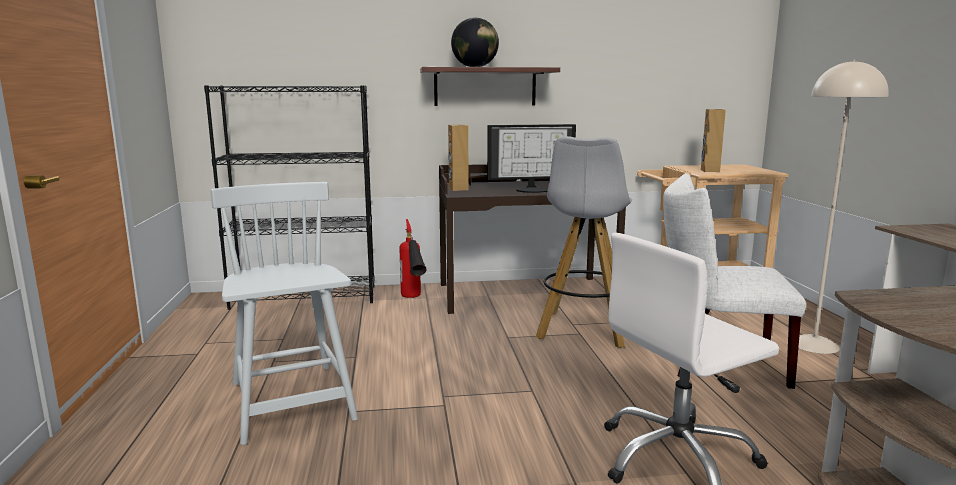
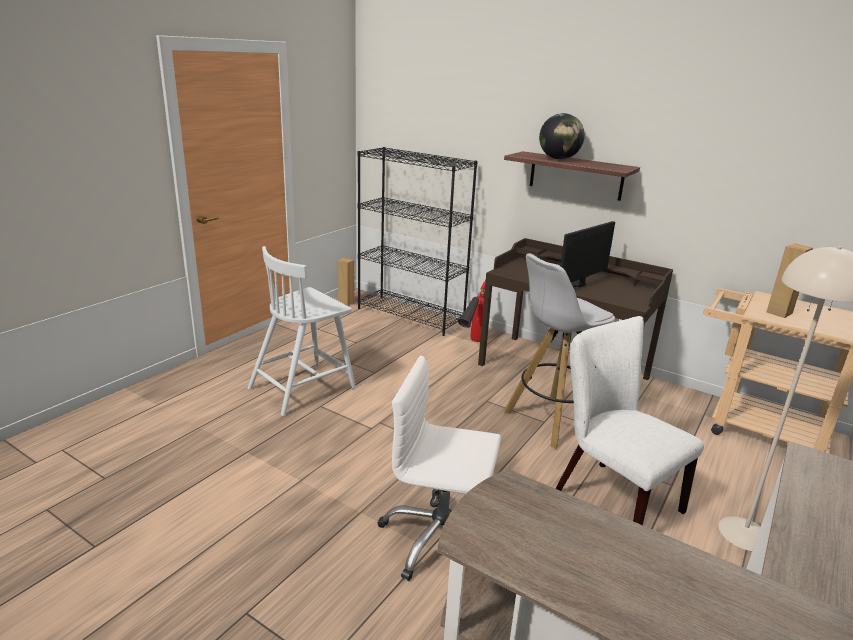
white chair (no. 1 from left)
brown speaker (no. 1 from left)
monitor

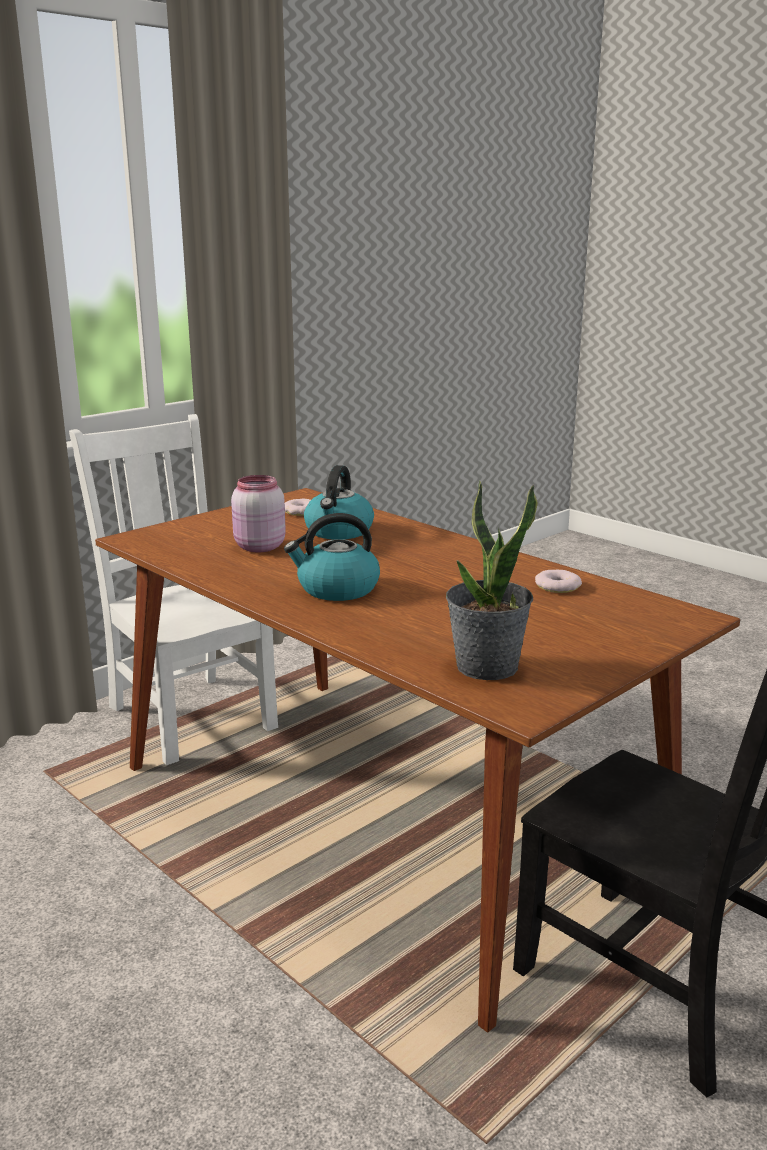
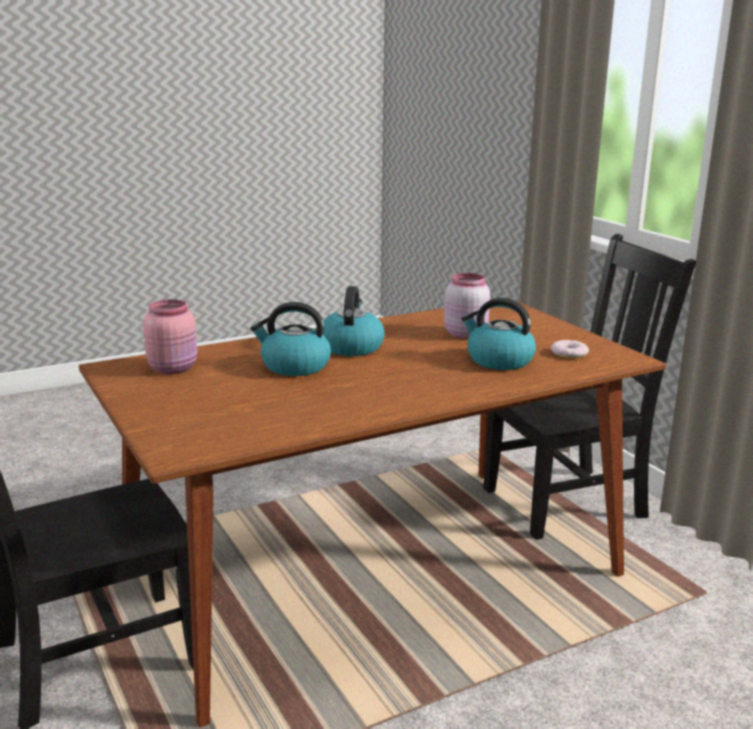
black chair (no. 2 from left)
pink jar (no. 1 from left)
donut (no. 2 from left in the first image)
kettle (no. 1 from left)

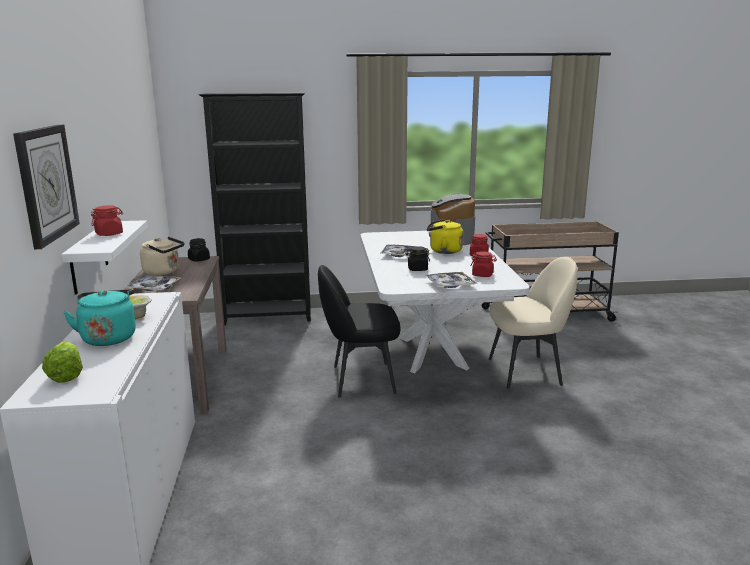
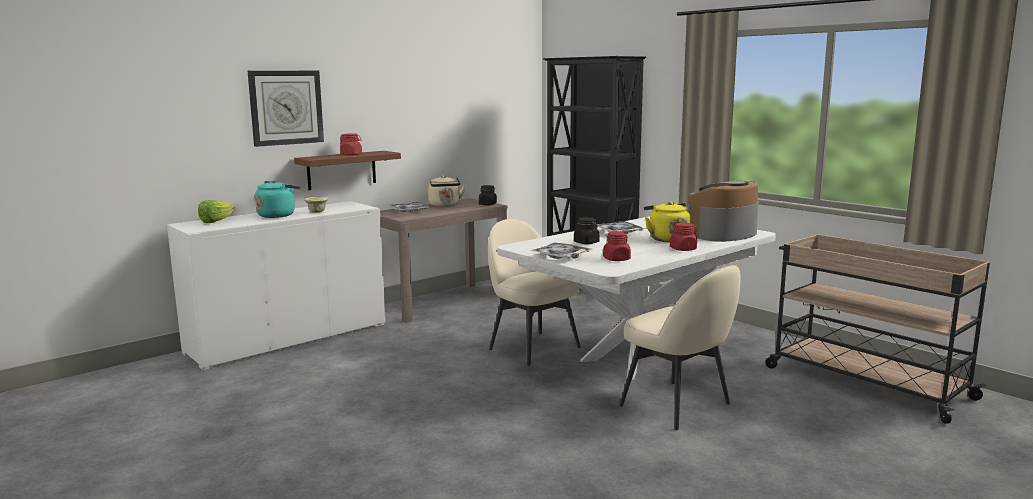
brown shelf
beige chair (no. 1 from left)

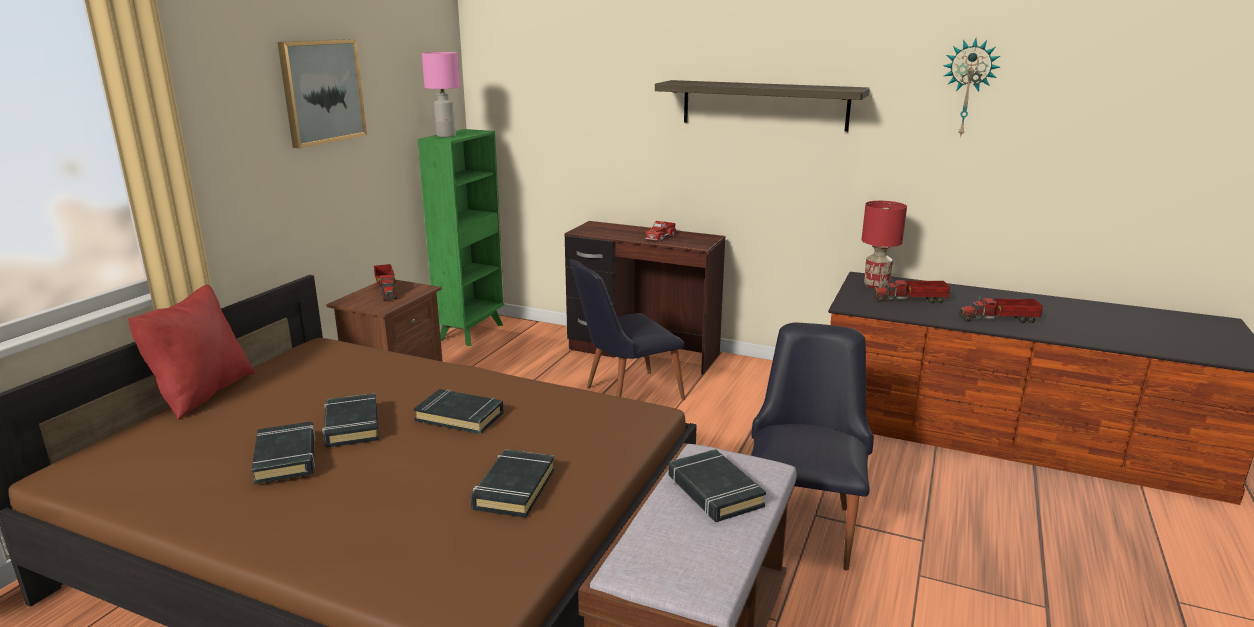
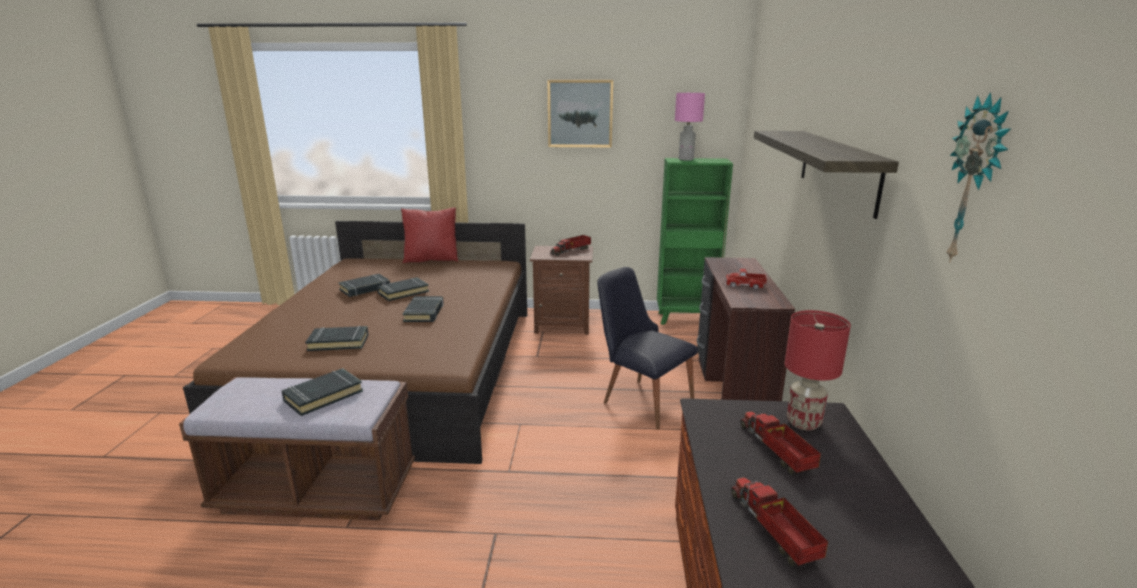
black chair (no. 2 from left in the first image)

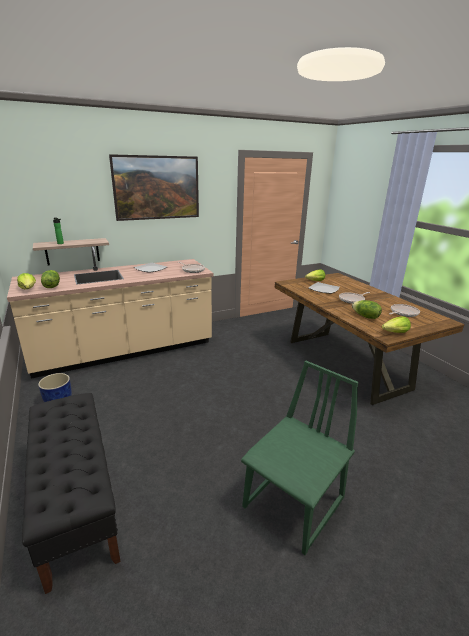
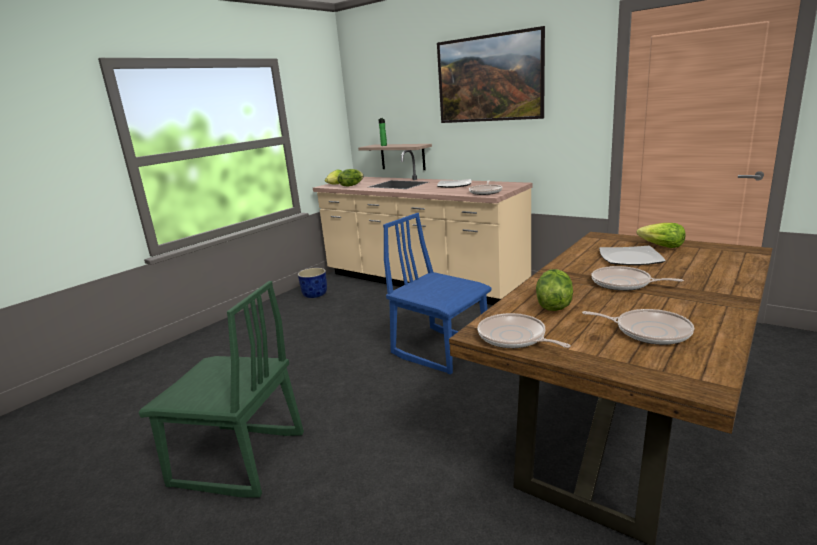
black bench
frying pan (no. 2 from left)
blue chair

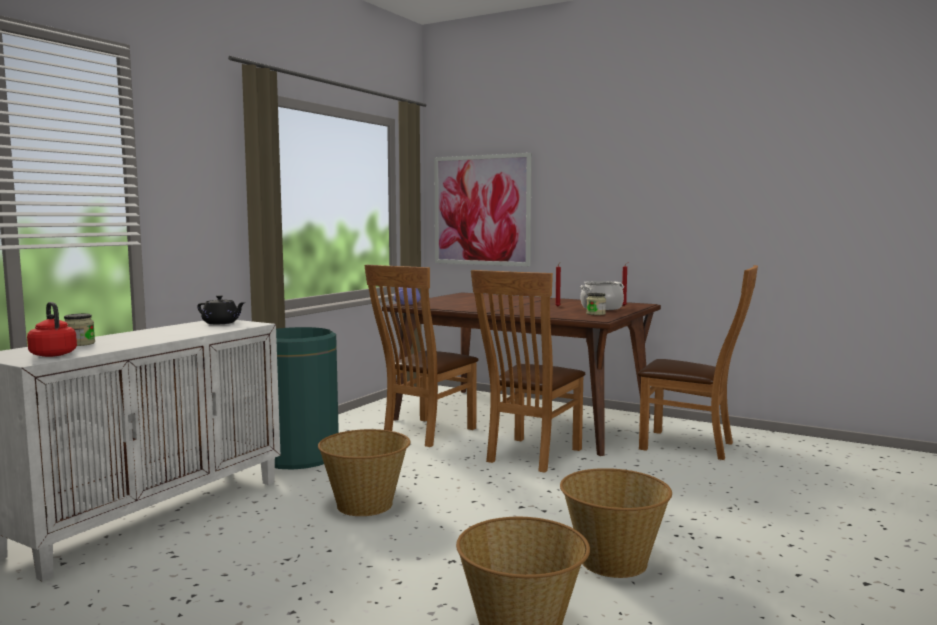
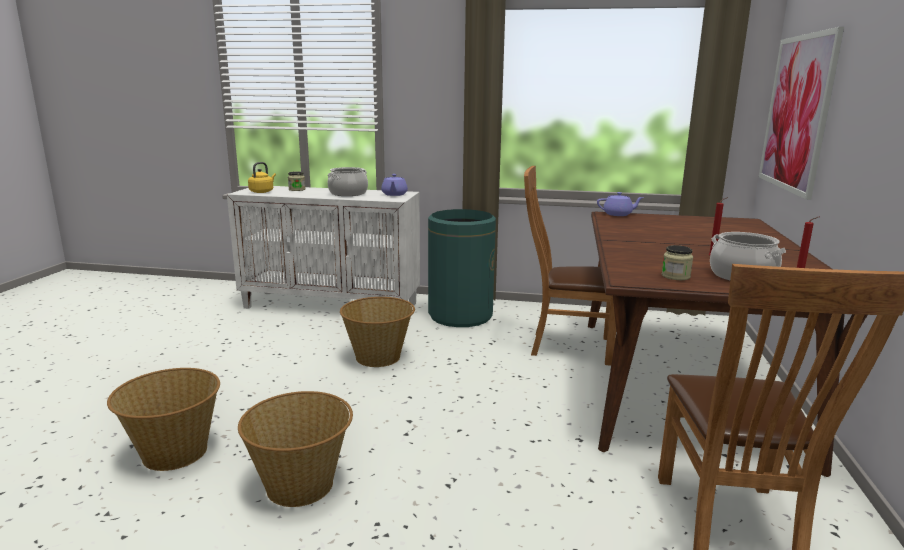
yellow kettle
purple teapot (no. 1 from left)
brown chair (no. 2 from left in the first image)
cooking pot (no. 1 from left)

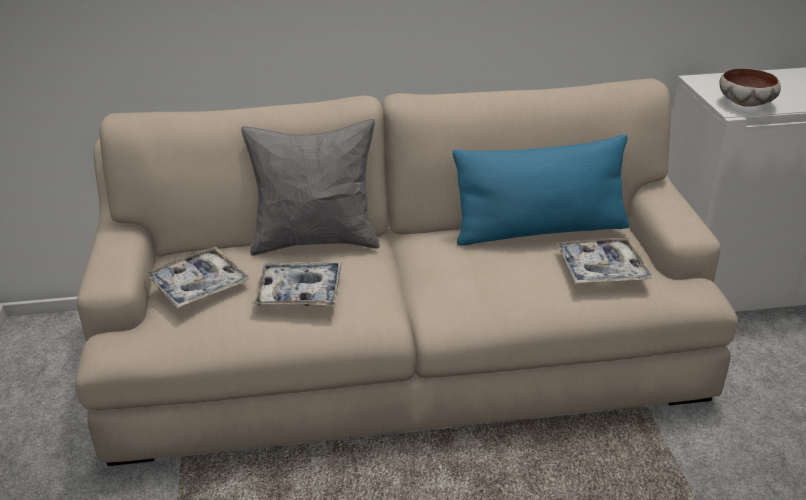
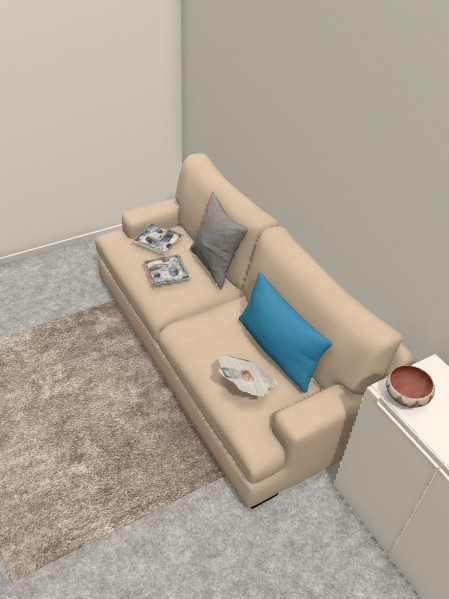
newspaper

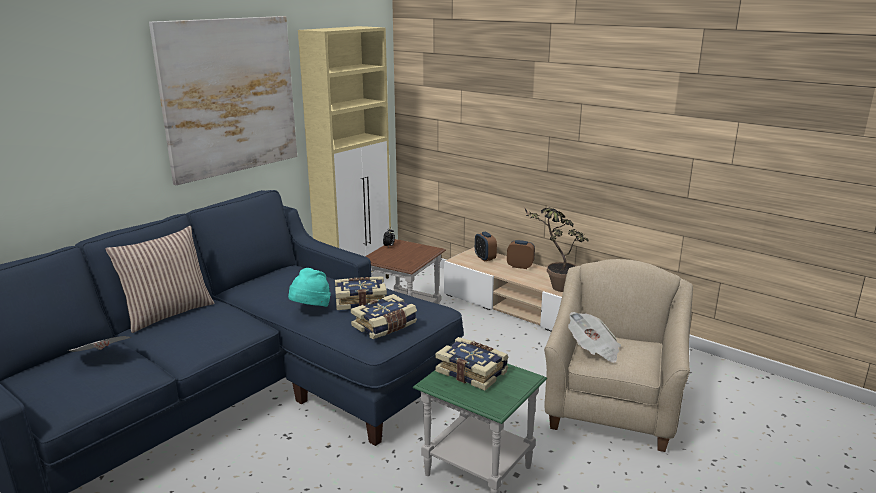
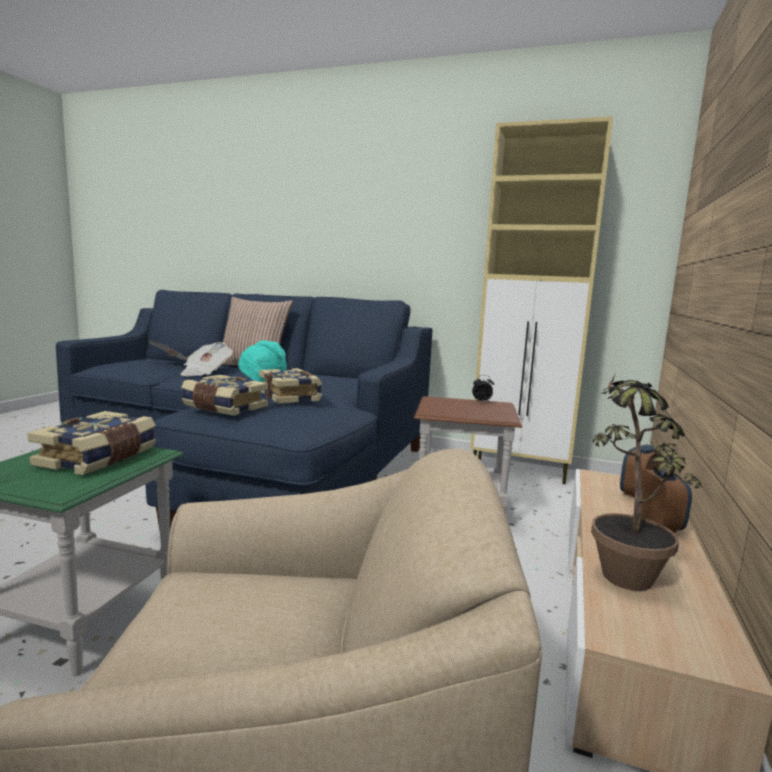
picture
newspaper (no. 2 from left)

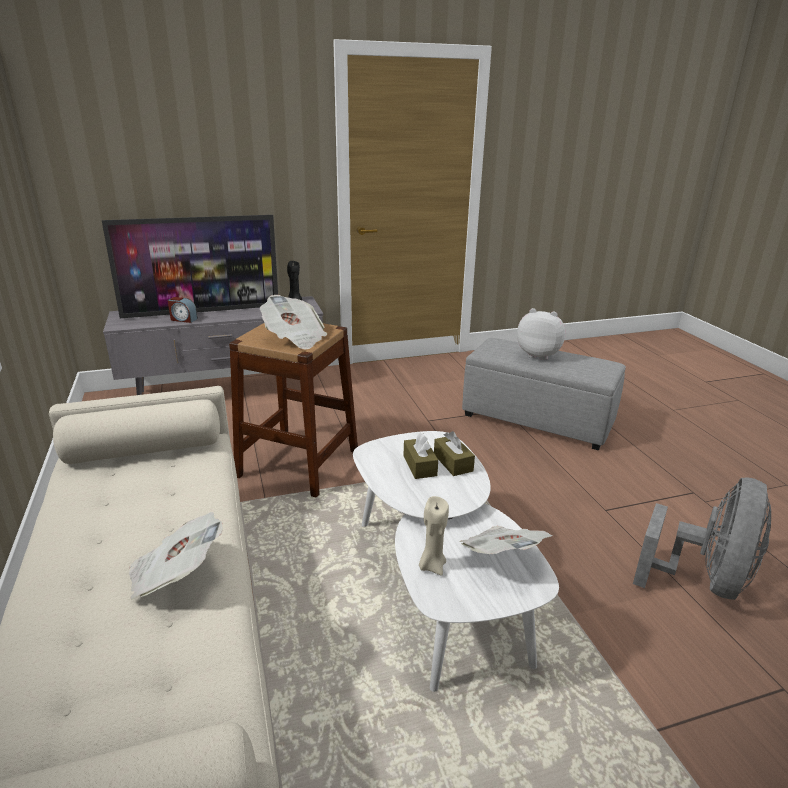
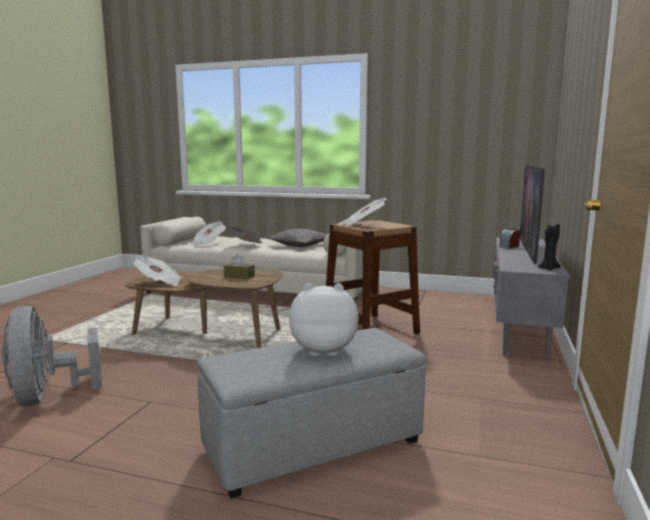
brown coffee table
beige candle
brown tissue box (no. 2 from left in the first image)
plush toy
newspaper (no. 2 from left)
pillow

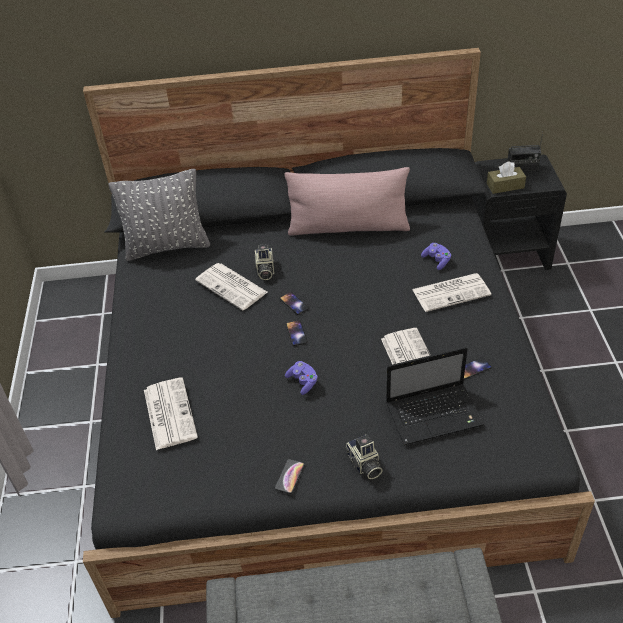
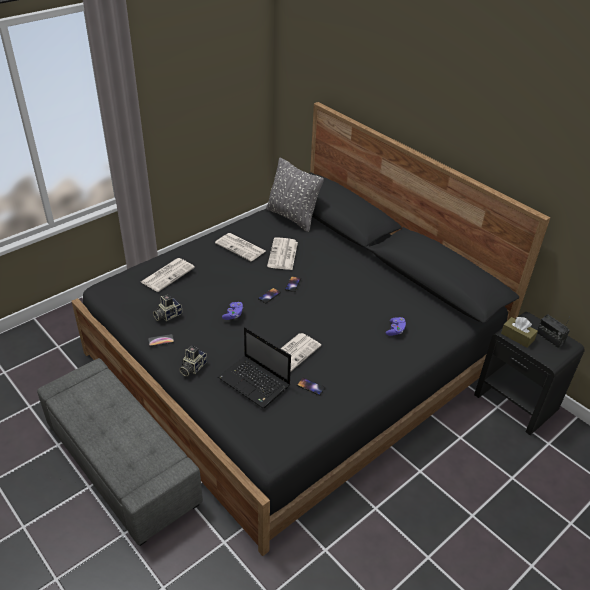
photo camera (no. 1 from left)
pink pillow
newspaper (no. 2 from left)

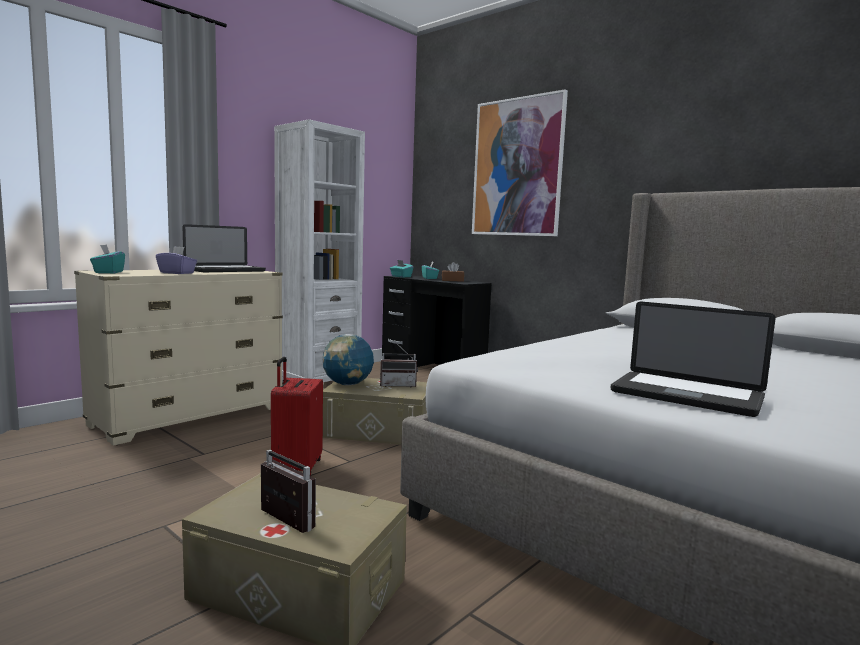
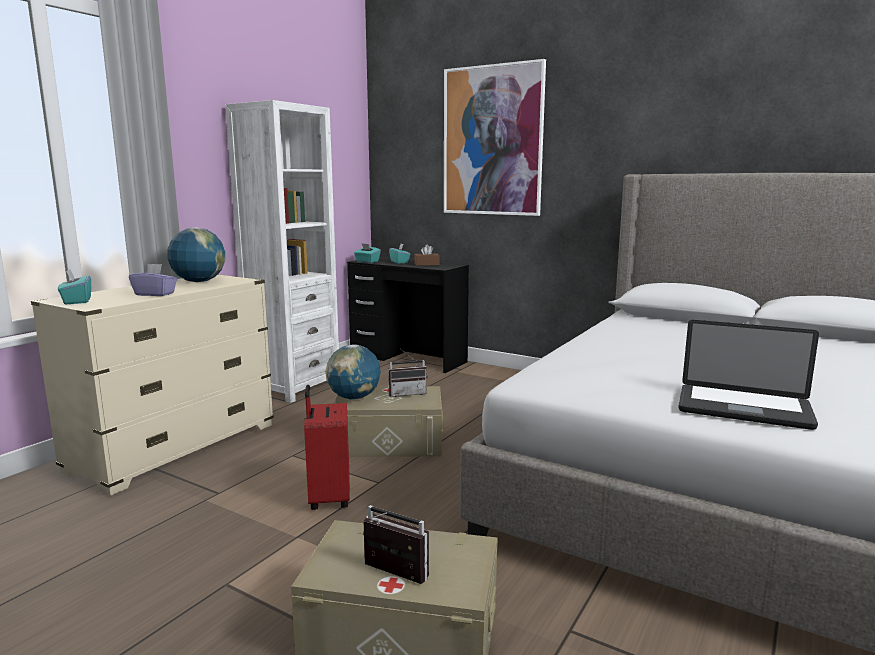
globe (no. 1 from left)

